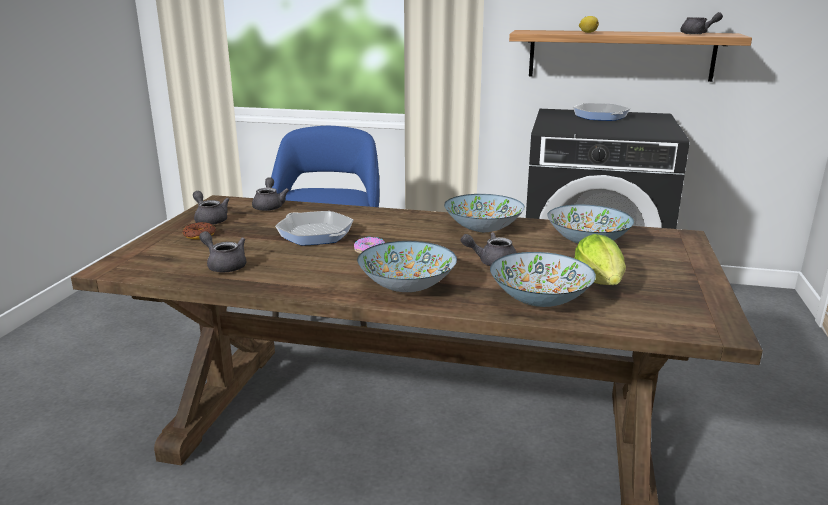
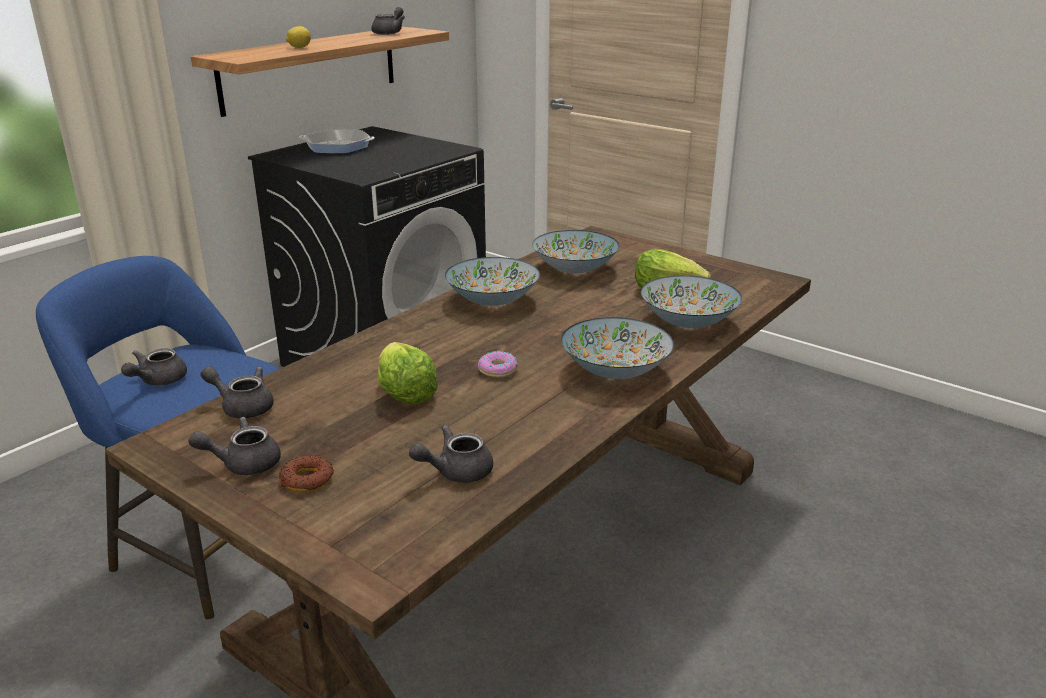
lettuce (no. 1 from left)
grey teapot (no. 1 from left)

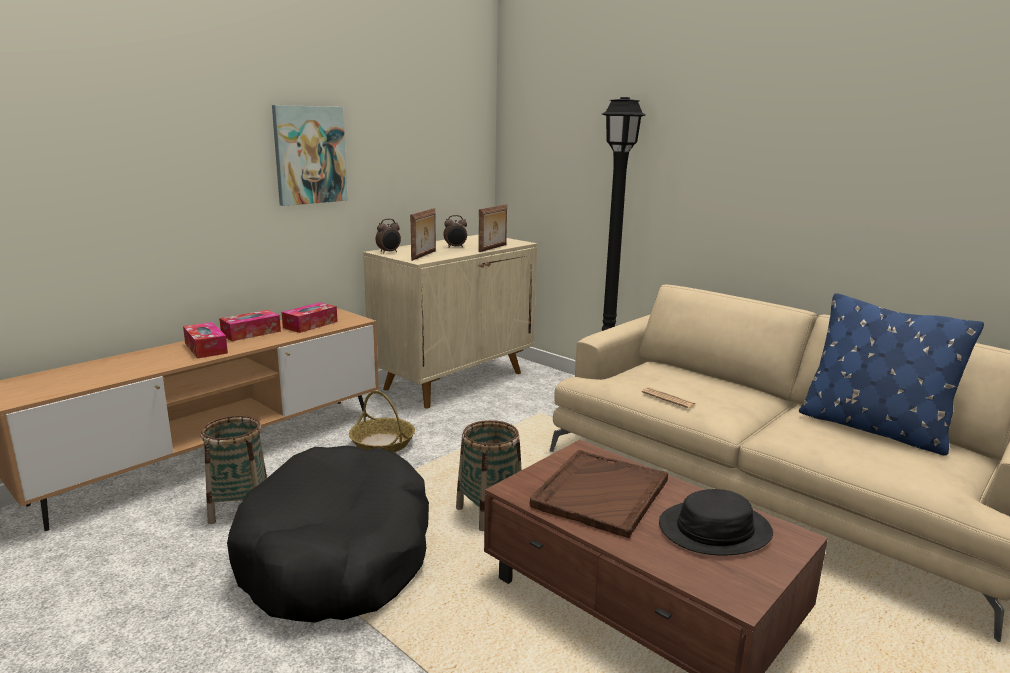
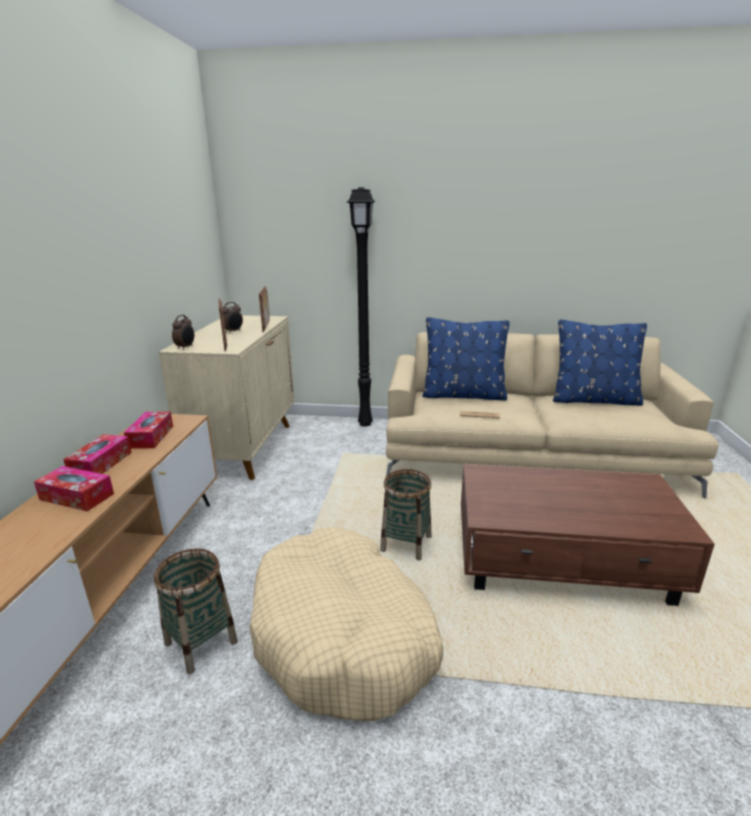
beige dog bed
picture
basket (no. 2 from left in the first image)
brown tray
black hat
blue pillow (no. 1 from left)

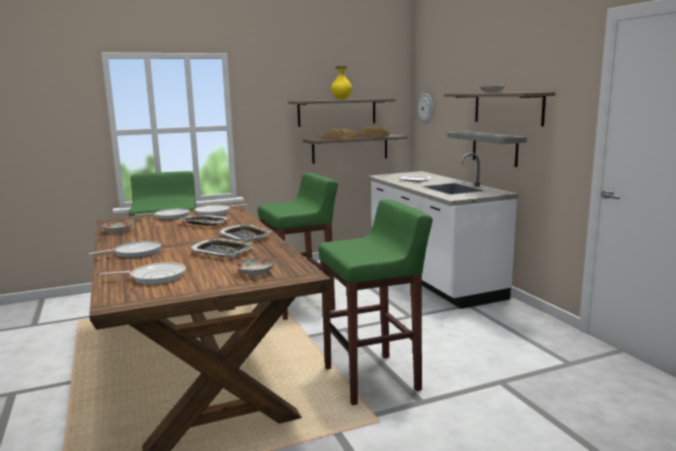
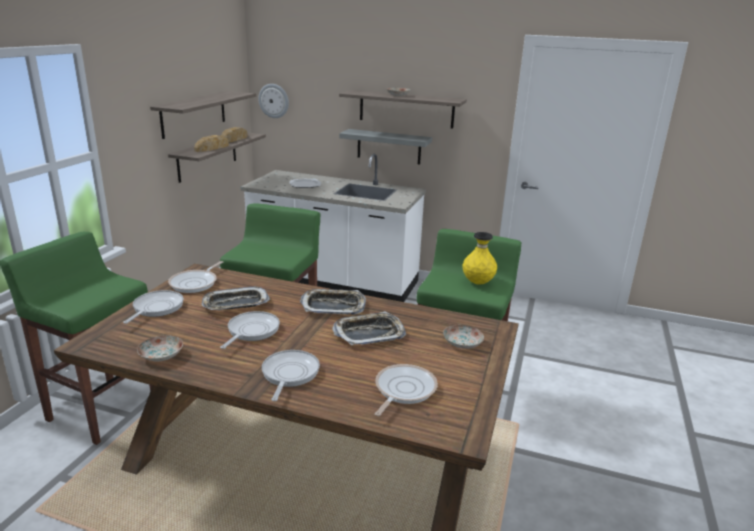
yellow vase
frying pan (no. 3 from left)

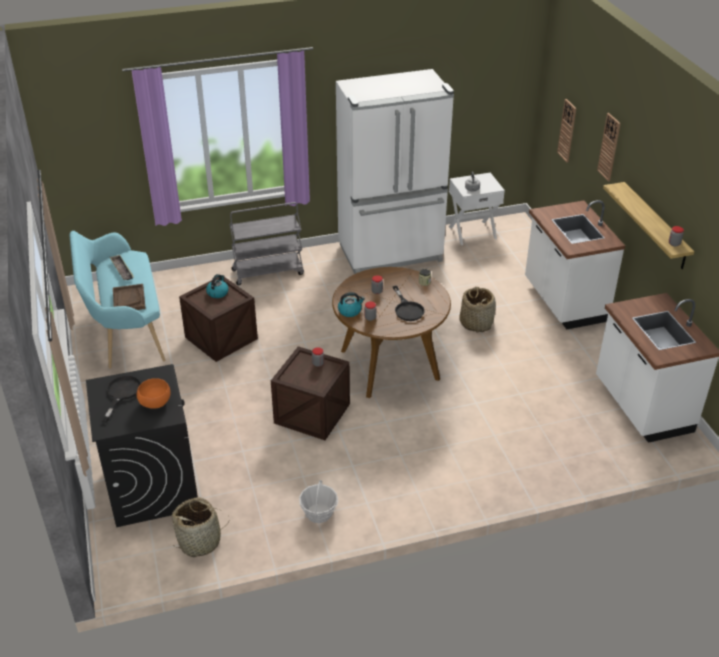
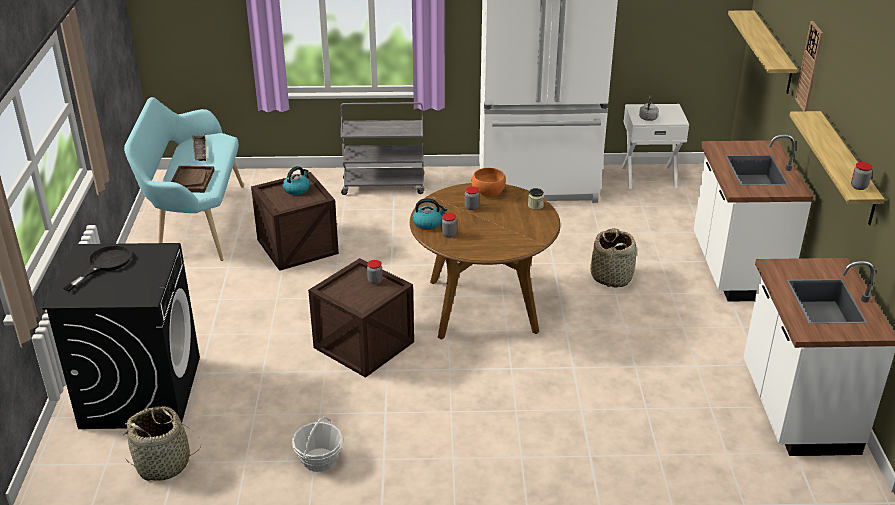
orange bowl
black frying pan (no. 2 from left in the first image)
shelf (no. 1 from left)

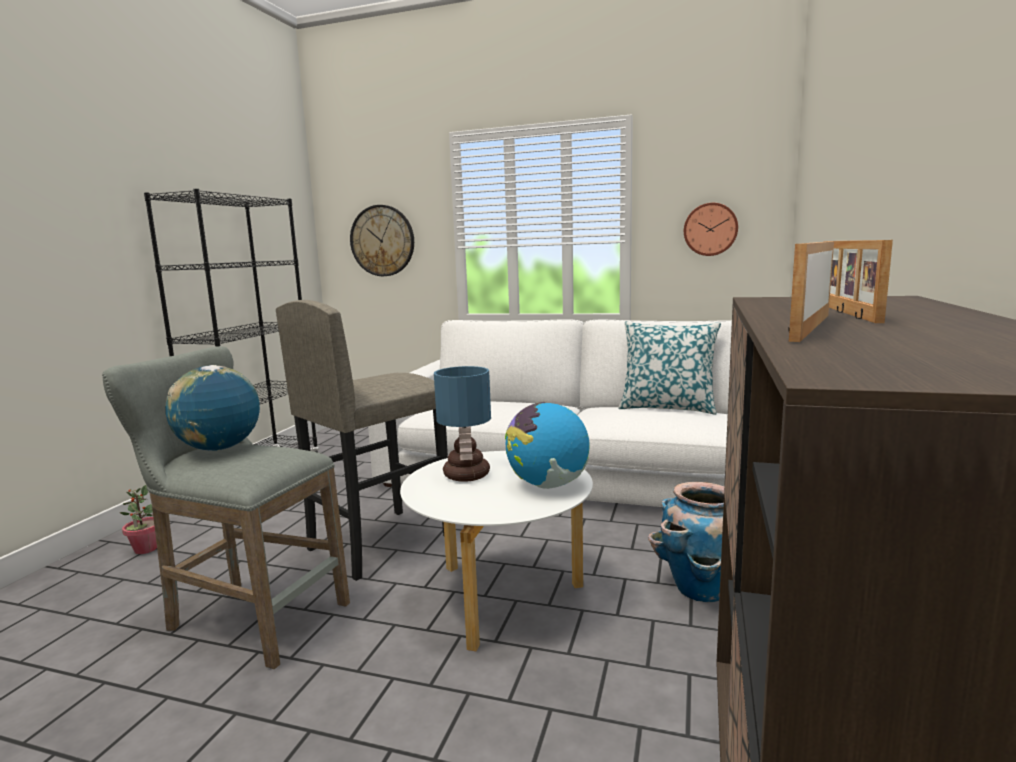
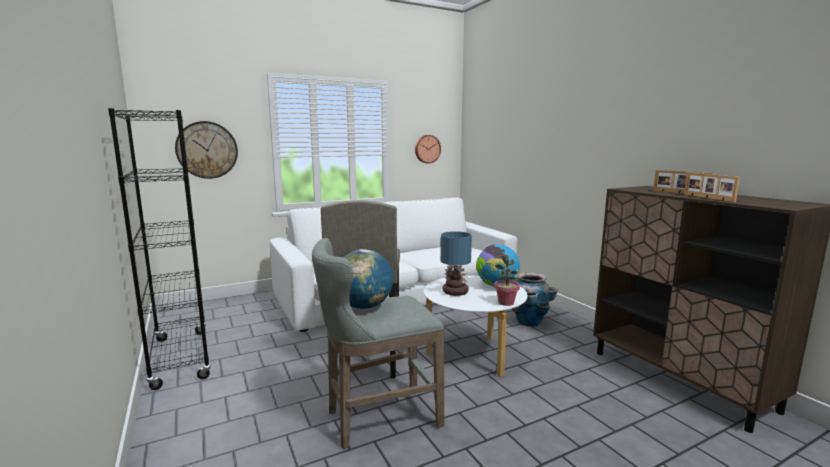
potted plant
pillow

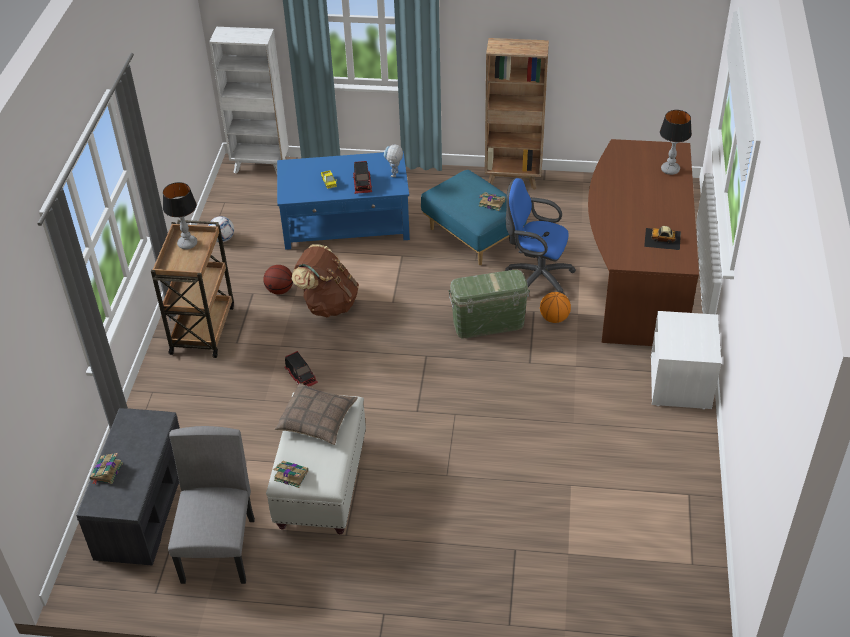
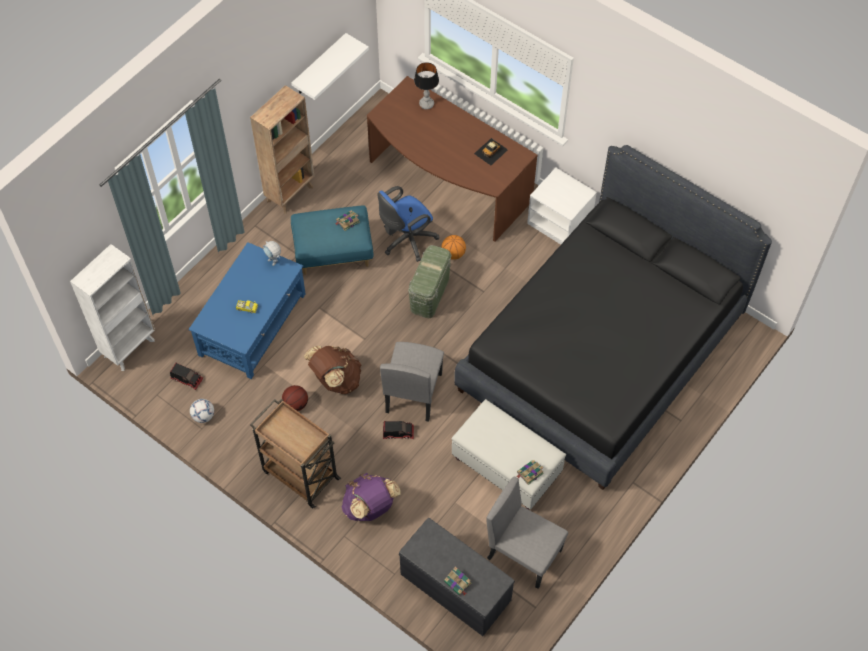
table lamp (no. 1 from left in the first image)
pillow
toy truck (no. 1 from left)
white shelf
purple backpack
grey chair (no. 1 from left)
black bed

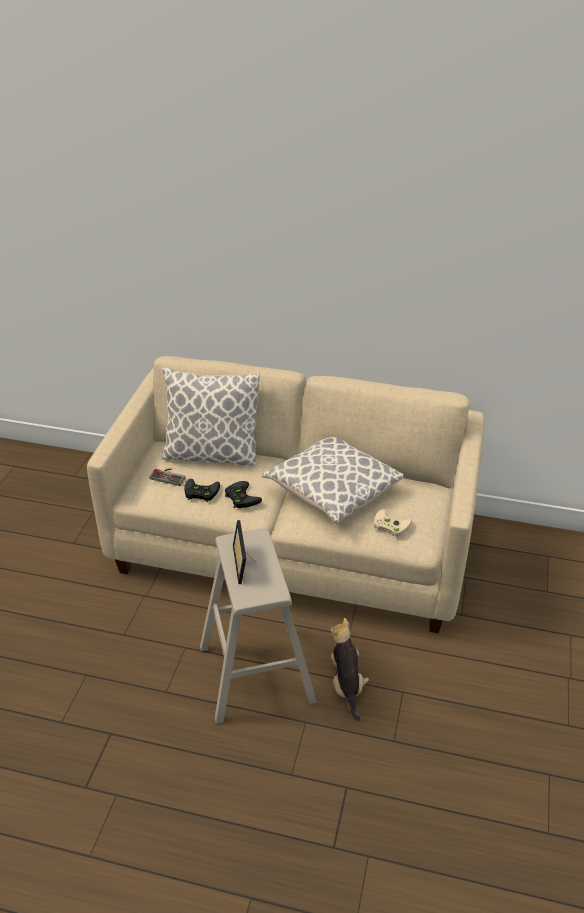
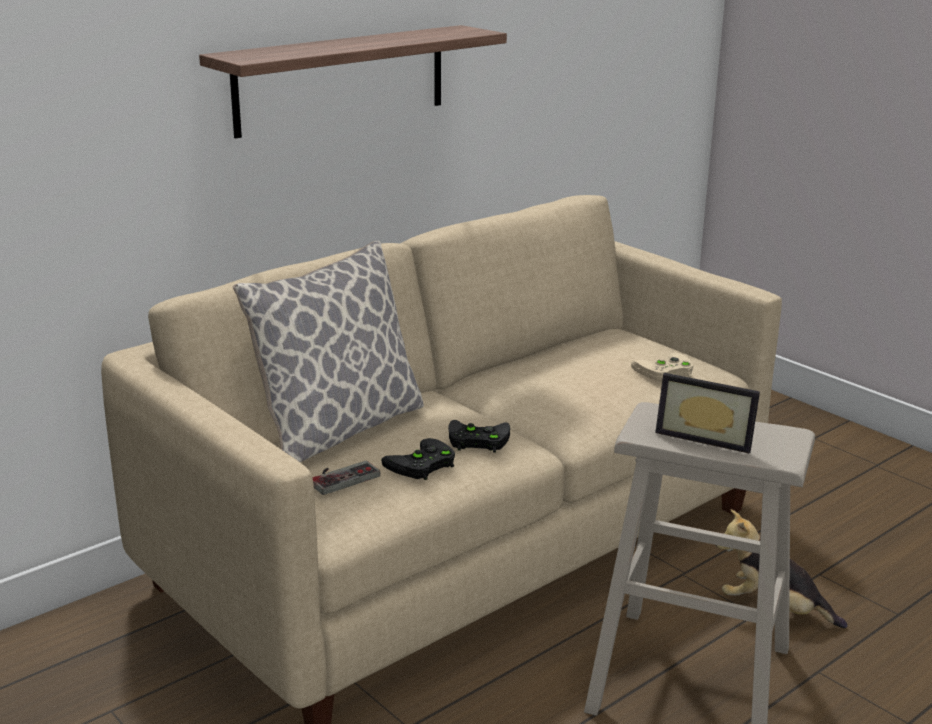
pillow (no. 2 from left in the first image)
shelf

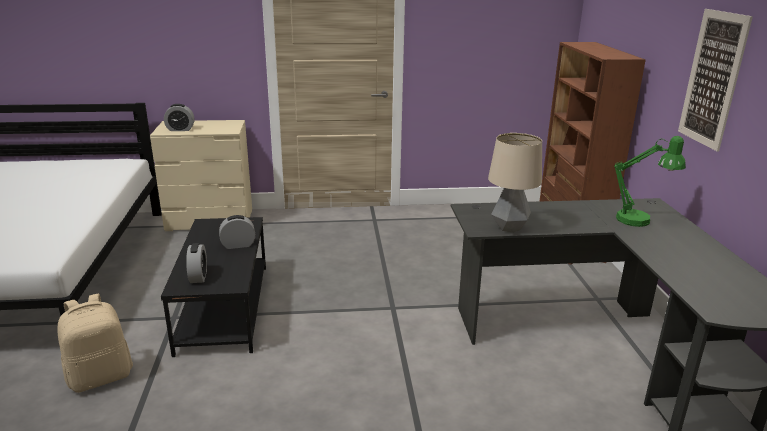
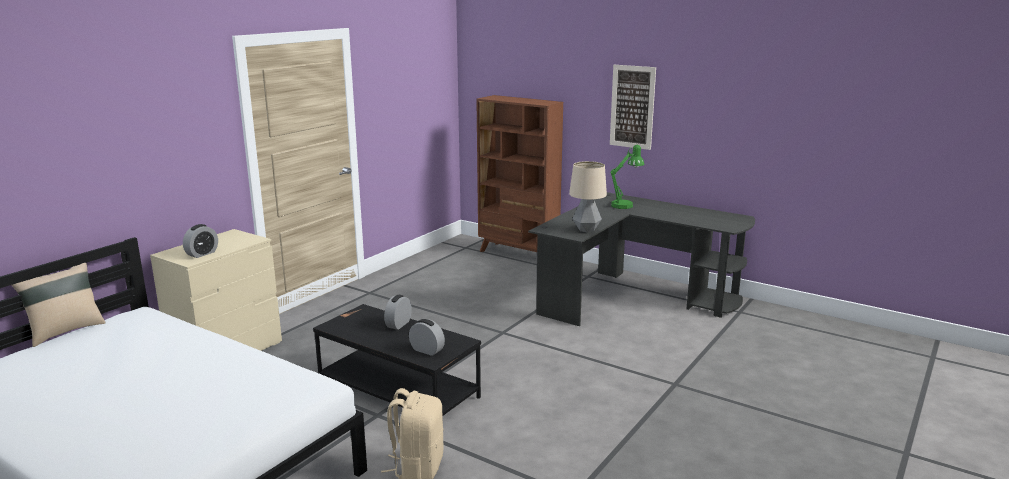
beige pillow

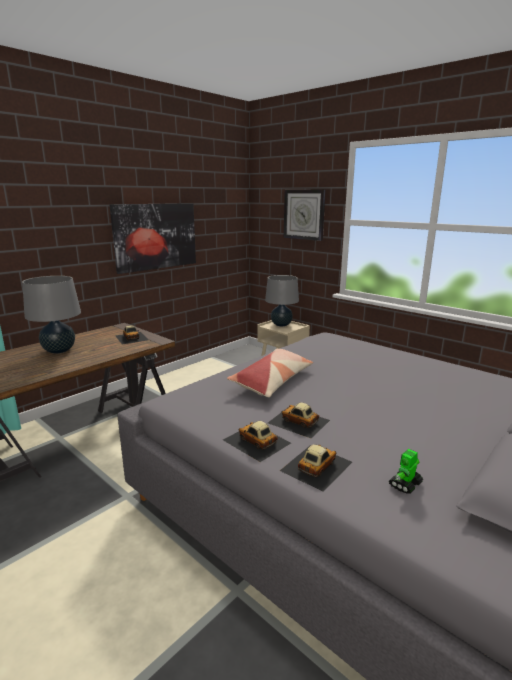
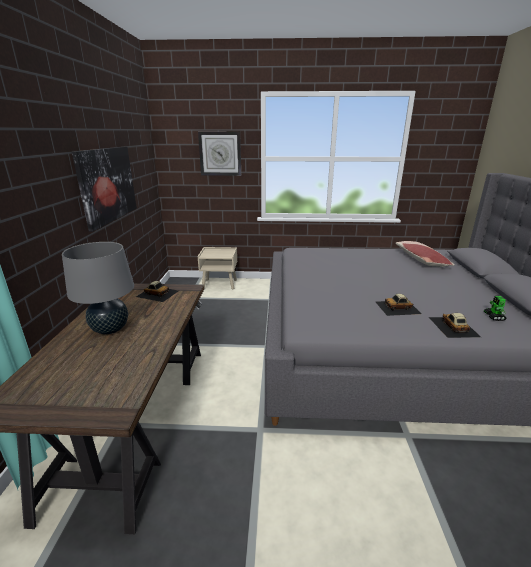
toy car (no. 2 from left in the first image)
pillow
grey table lamp (no. 2 from left in the first image)

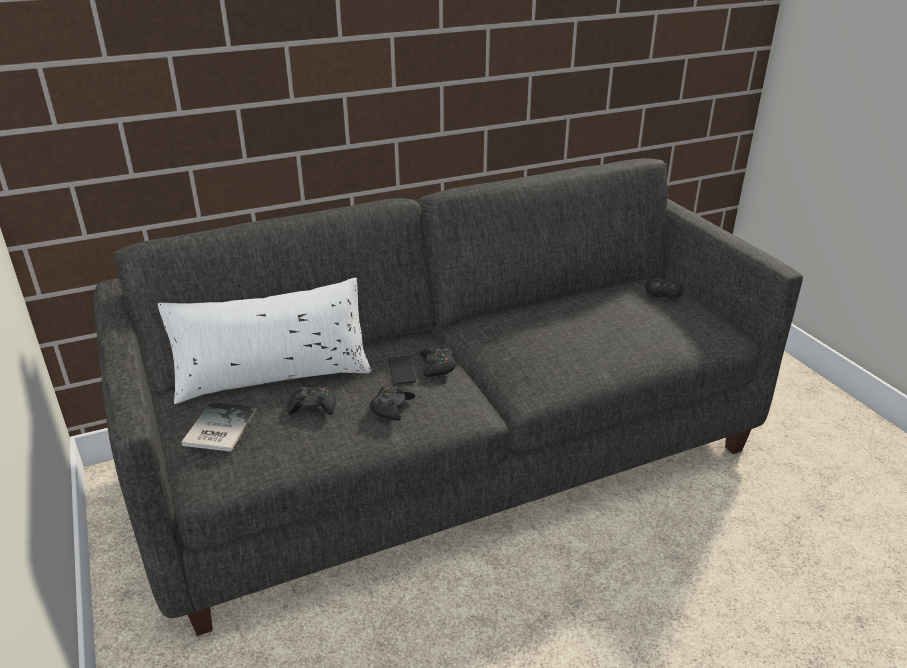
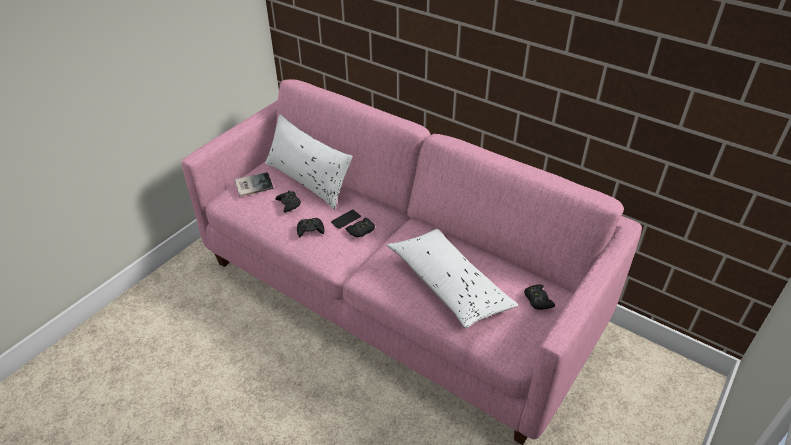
pink sofa
white pillow (no. 2 from left)

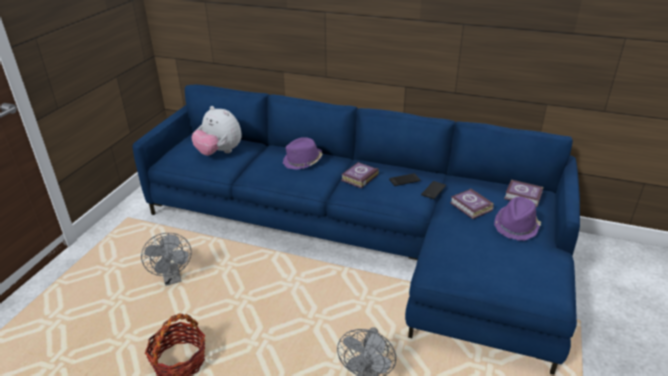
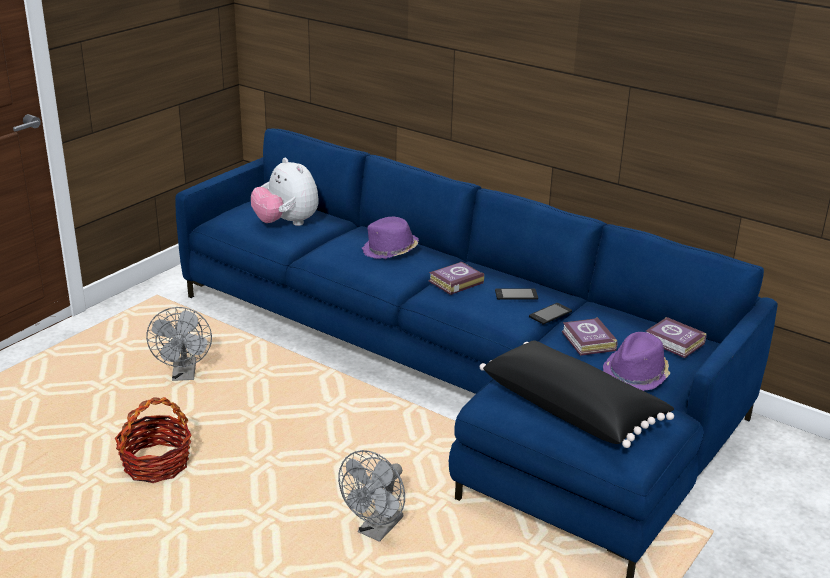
black pillow

